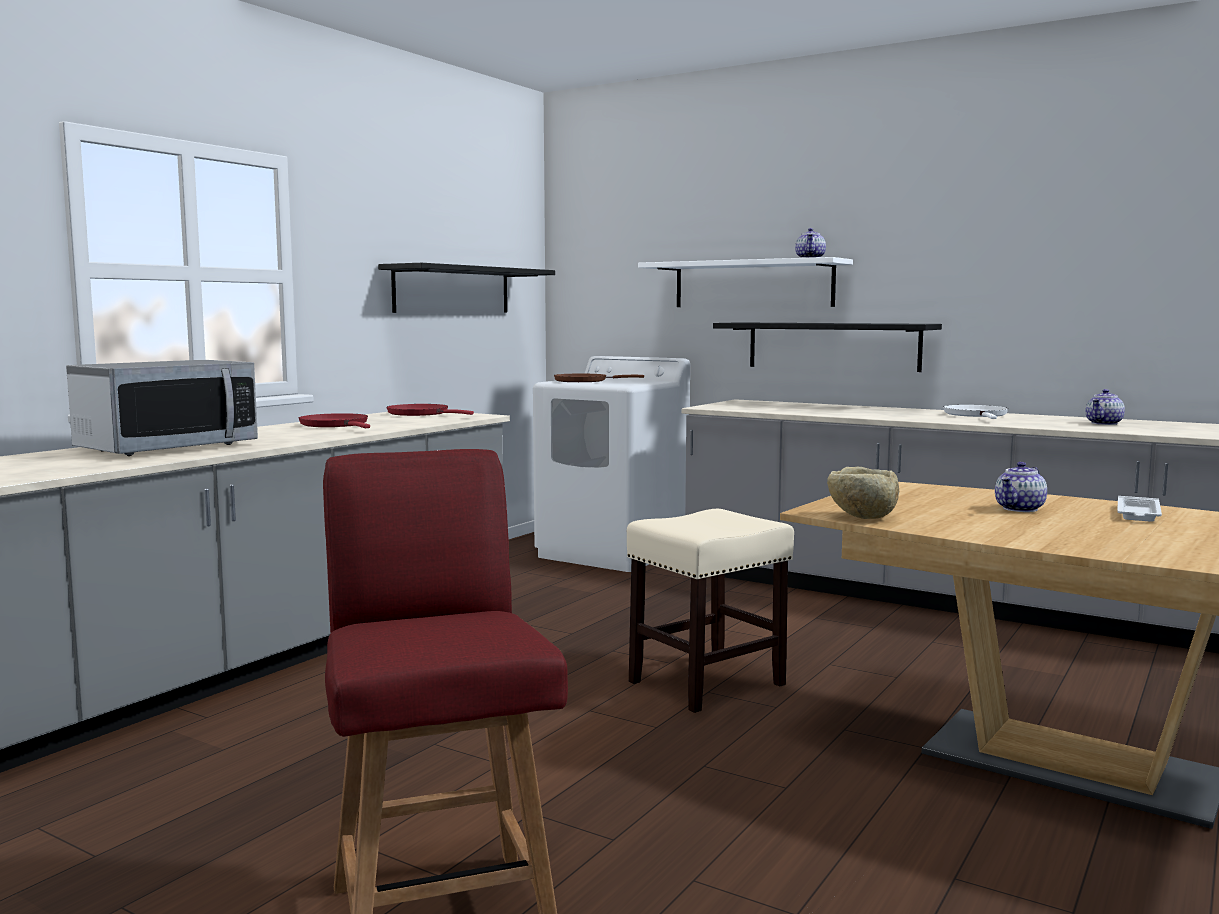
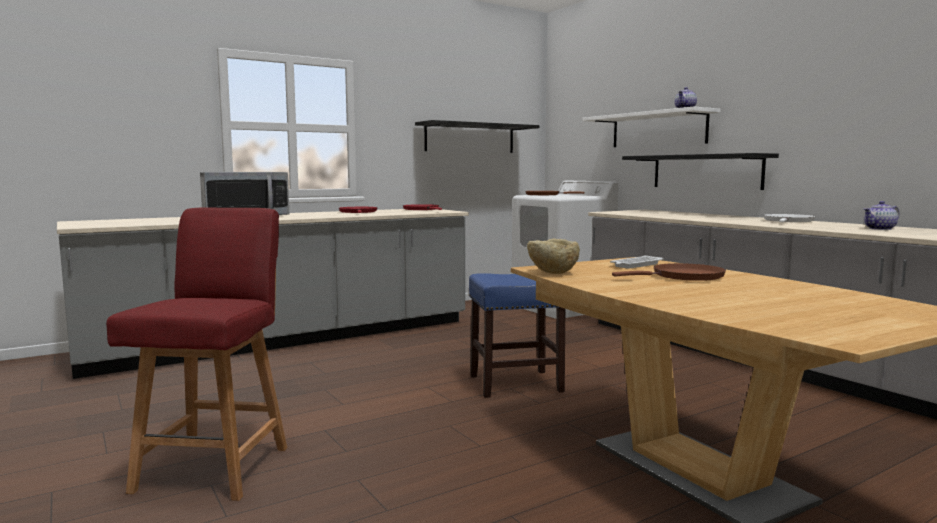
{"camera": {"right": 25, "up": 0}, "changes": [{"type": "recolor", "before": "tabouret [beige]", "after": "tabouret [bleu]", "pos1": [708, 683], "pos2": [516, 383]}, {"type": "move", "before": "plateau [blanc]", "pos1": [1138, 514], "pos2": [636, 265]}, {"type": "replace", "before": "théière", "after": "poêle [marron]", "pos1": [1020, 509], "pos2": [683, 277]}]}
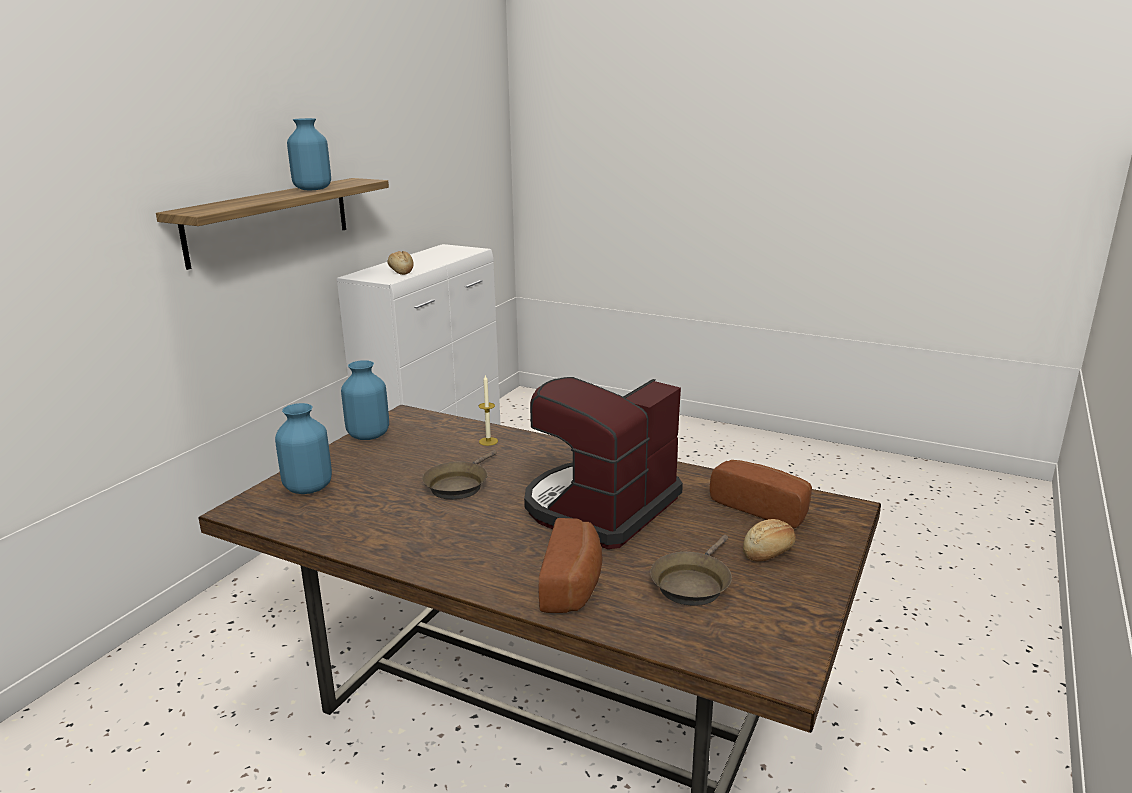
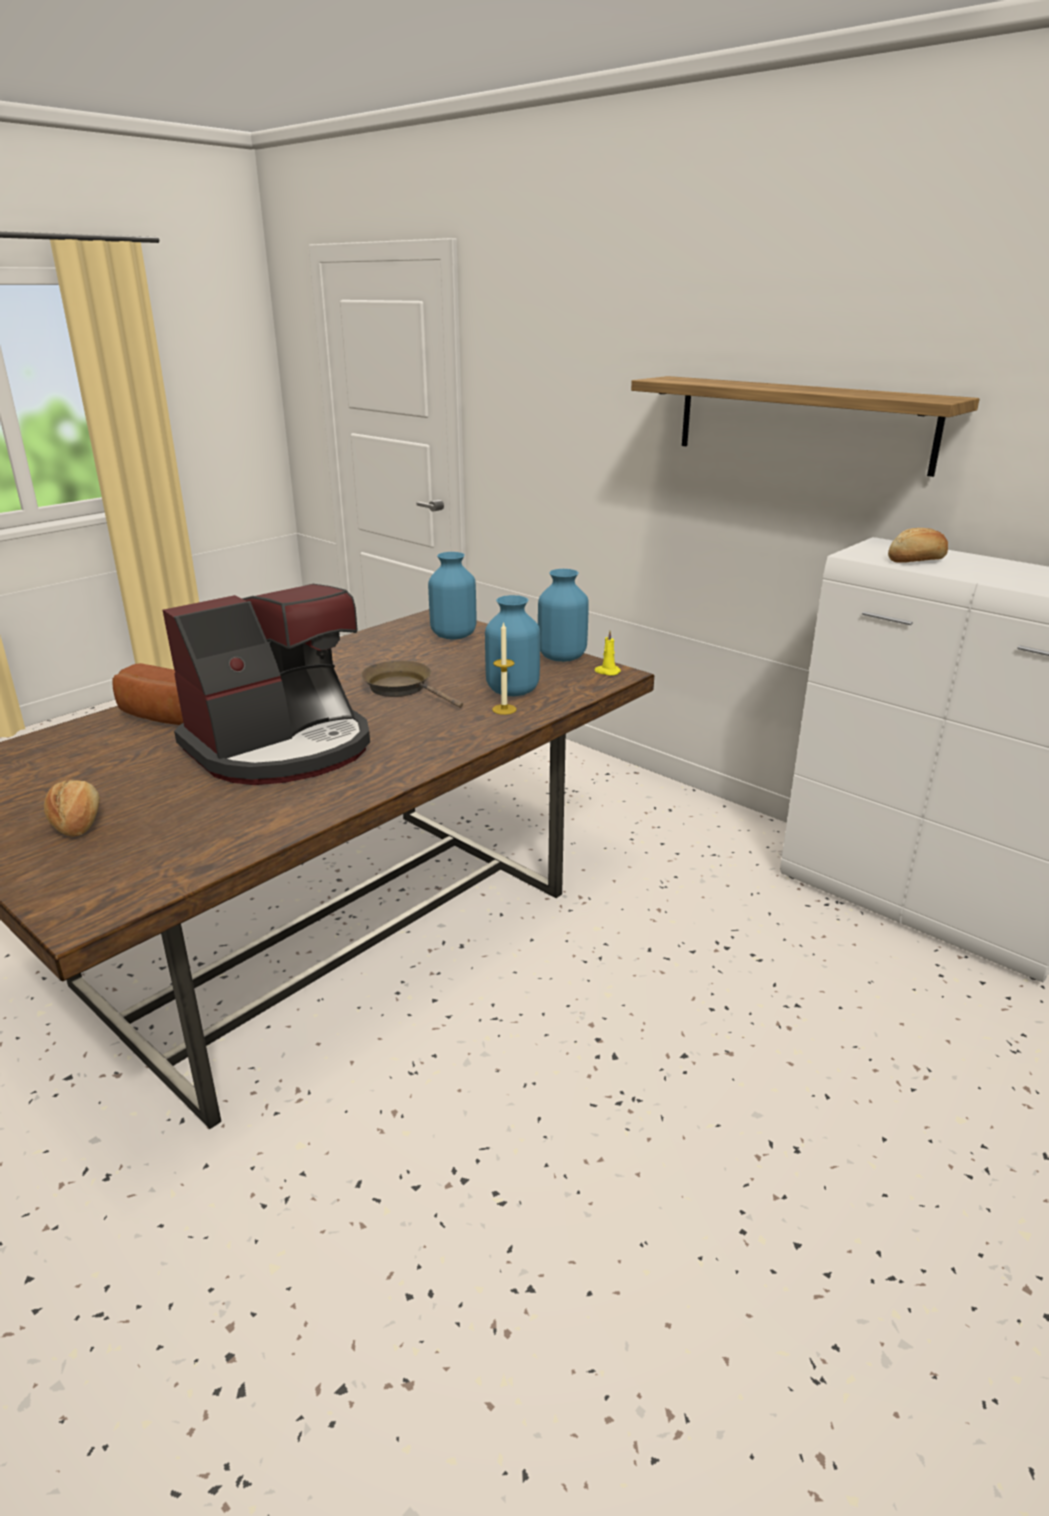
{"camera": {"right": 105, "up": 5}, "changes": [{"type": "rotate", "before": "machine à café", "pos1": [600, 507], "pos2": [282, 747], "turn": 90}, {"type": "move", "before": "vase [bleu]", "pos1": [312, 189], "pos2": [512, 690]}, {"type": "insert", "after": "bougie [jaune]", "pos2": [607, 672]}, {"type": "delete", "before": "poêle [marron]", "pos1": [692, 583]}, {"type": "delete", "before": "pain", "pos1": [762, 507]}]}
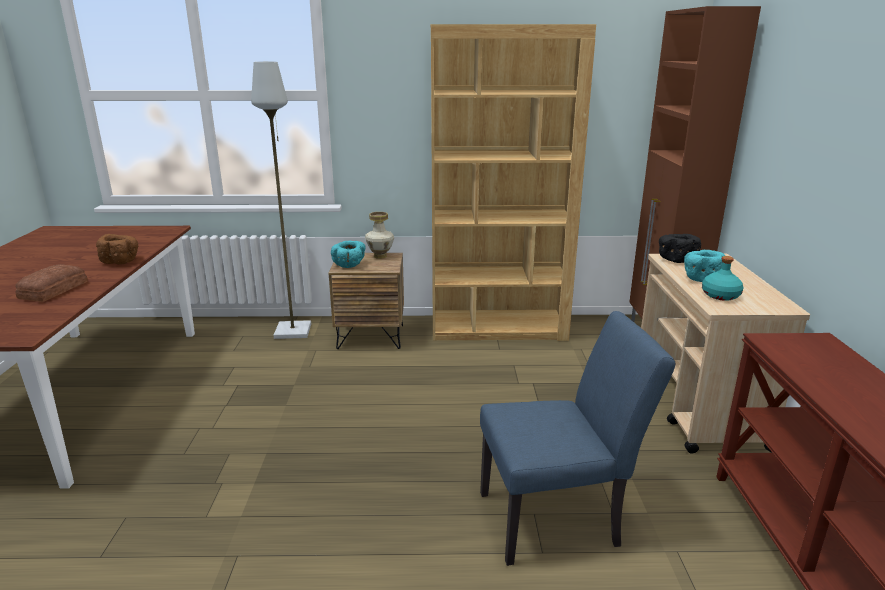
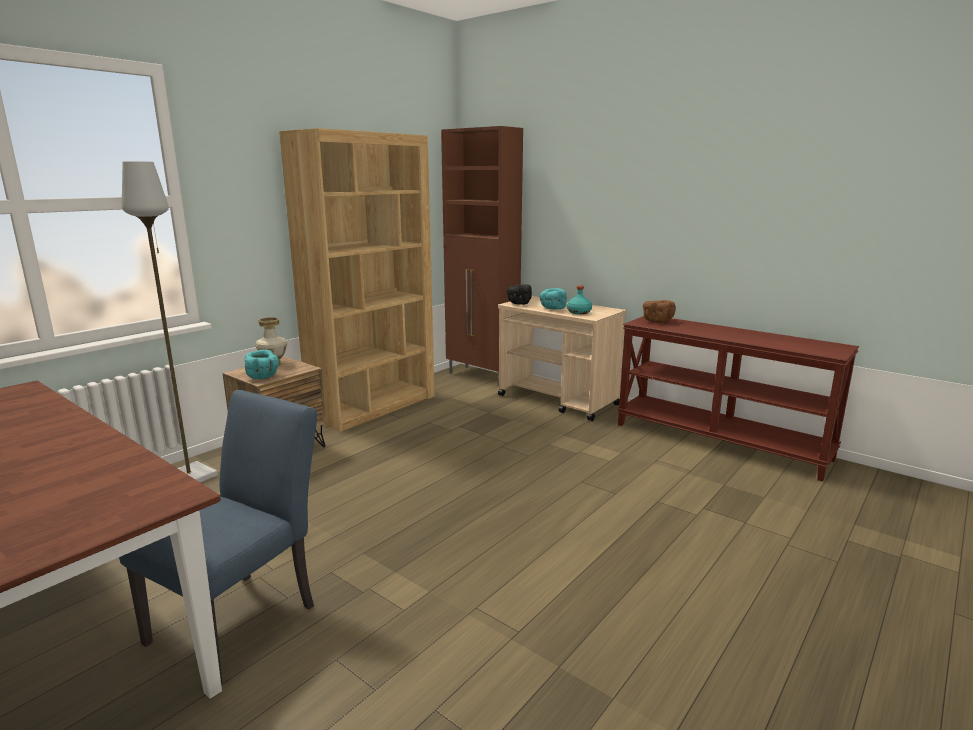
{"camera": {"right": -50, "up": -5}, "changes": [{"type": "move", "before": "chaise [bleu]", "pos1": [559, 518], "pos2": [243, 617]}, {"type": "move", "before": "bol [marron]", "pos1": [121, 261], "pos2": [657, 321]}, {"type": "delete", "before": "pain", "pos1": [52, 290]}]}
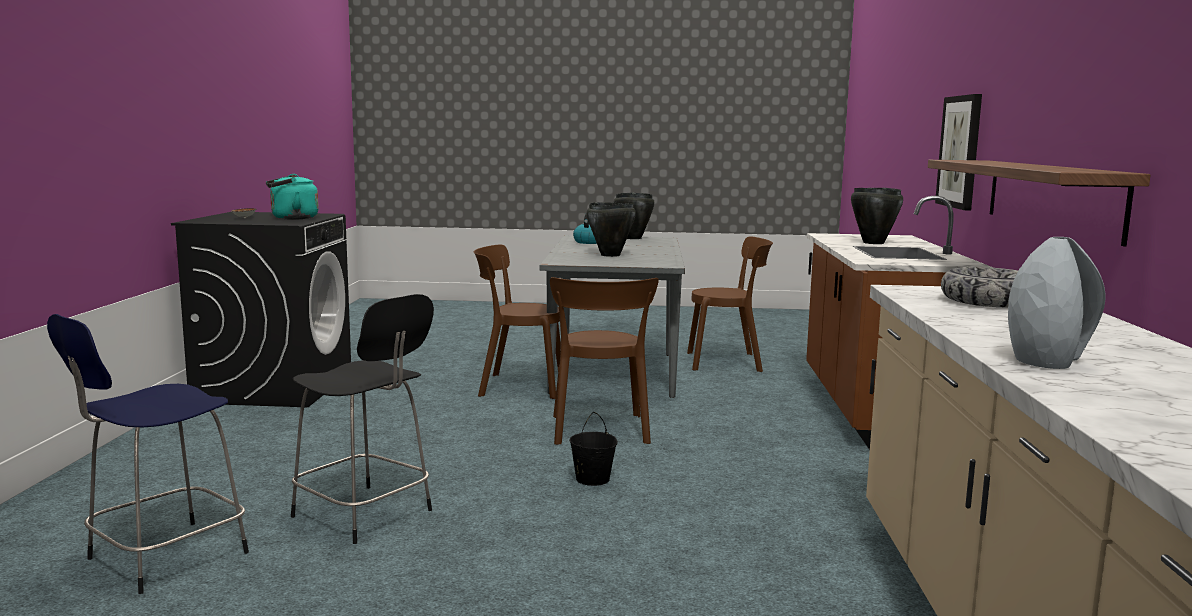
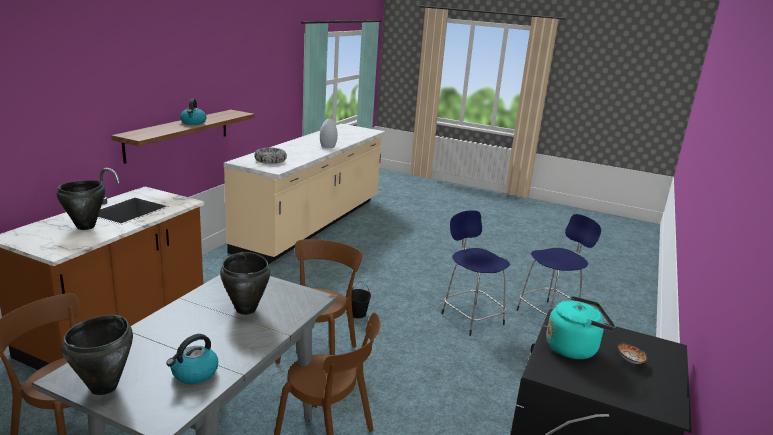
{"camera": {"right": -160, "up": 10}, "changes": [{"type": "insert", "after": "bouilloire", "pos2": [193, 123]}, {"type": "recolor", "before": "tabouret [noir]", "after": "tabouret [bleu]", "pos1": [365, 515], "pos2": [471, 318]}, {"type": "delete", "before": "tableau", "pos1": [960, 151]}]}
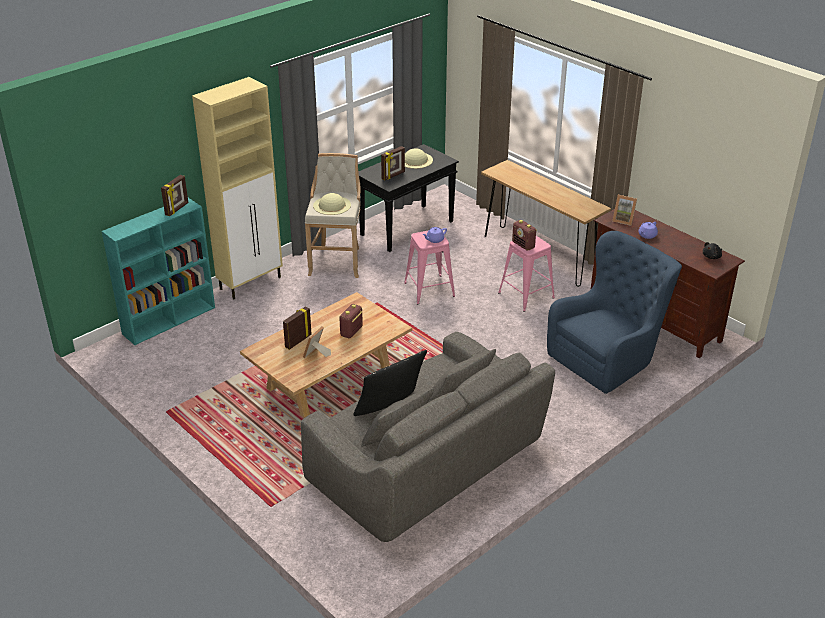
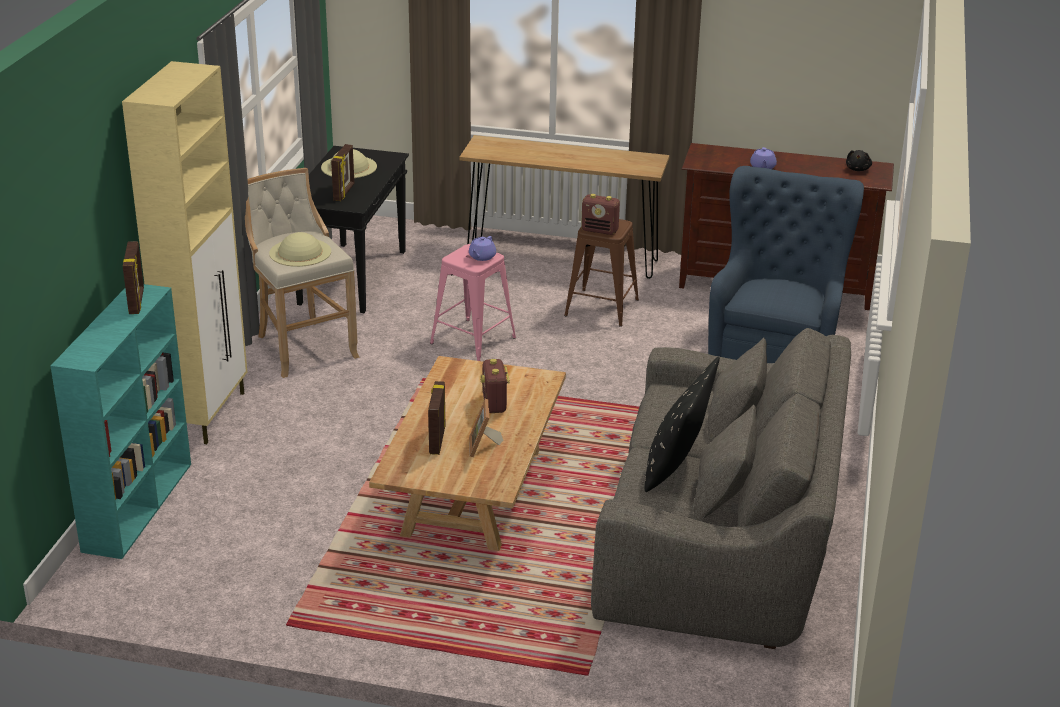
{"camera": {"right": -35, "up": -5}, "changes": [{"type": "recolor", "before": "tabouret [rose]", "after": "tabouret [marron]", "pos1": [526, 295], "pos2": [601, 308]}, {"type": "delete", "before": "cadre photo", "pos1": [623, 220]}]}
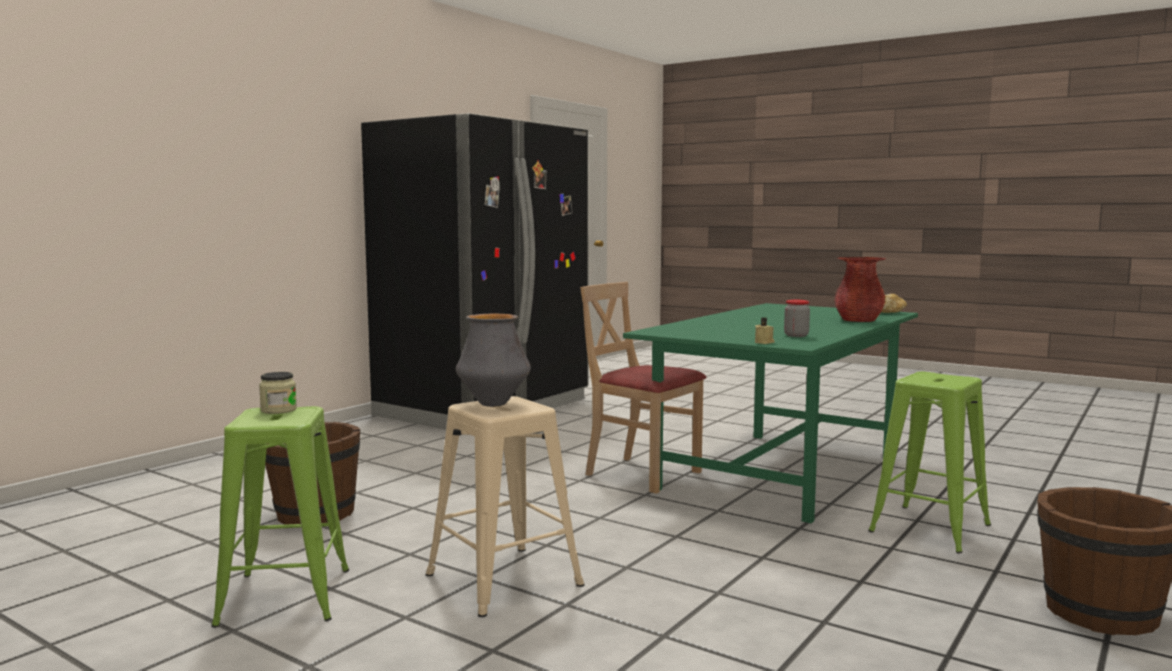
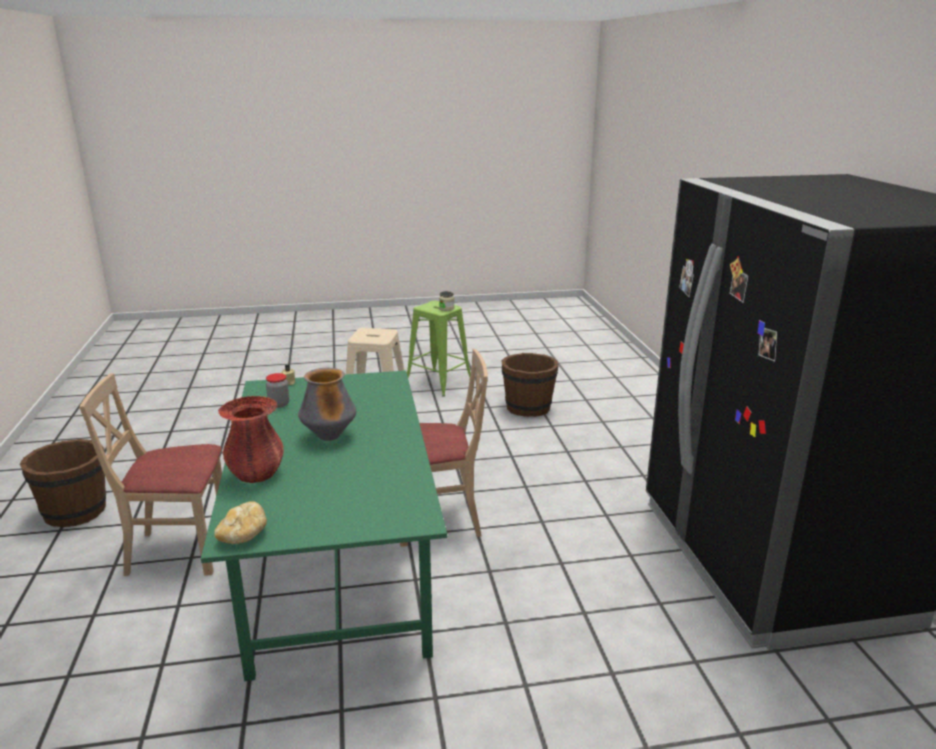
{"camera": {"right": 135, "up": 15}, "changes": [{"type": "replace", "before": "tabouret [vert]", "after": "chaise [beige]", "pos1": [930, 528], "pos2": [179, 551]}, {"type": "move", "before": "vase", "pos1": [493, 404], "pos2": [329, 436]}]}
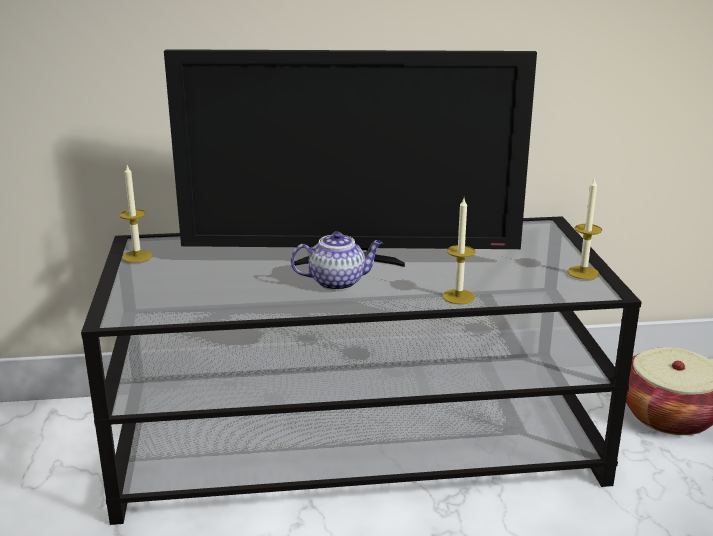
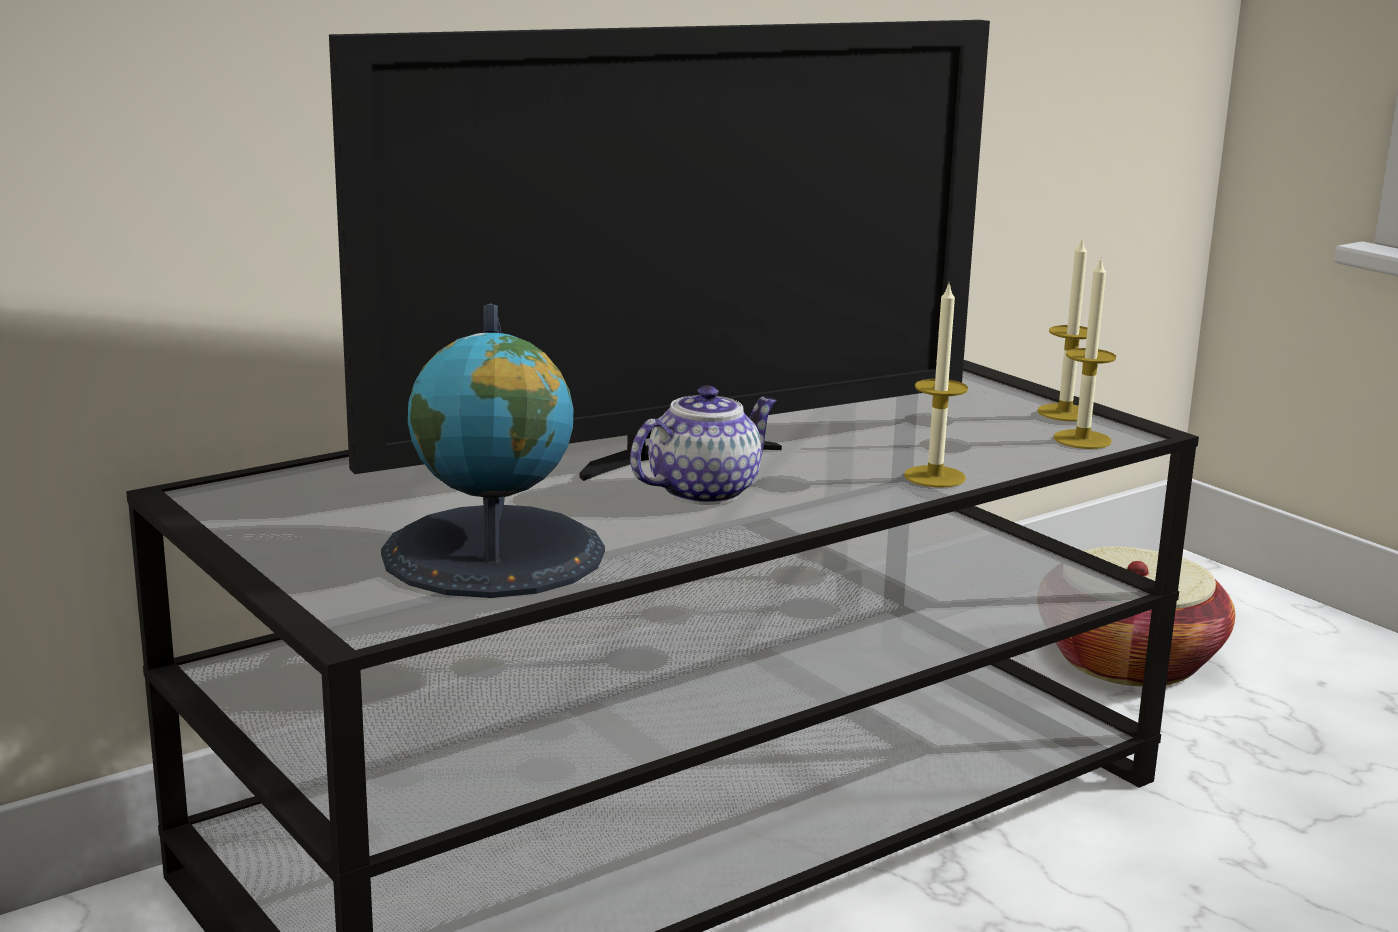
{"camera": {"right": -30, "up": -5}, "changes": [{"type": "insert", "after": "globe", "pos2": [494, 553]}, {"type": "move", "before": "bougie", "pos1": [137, 256], "pos2": [1082, 439]}]}
